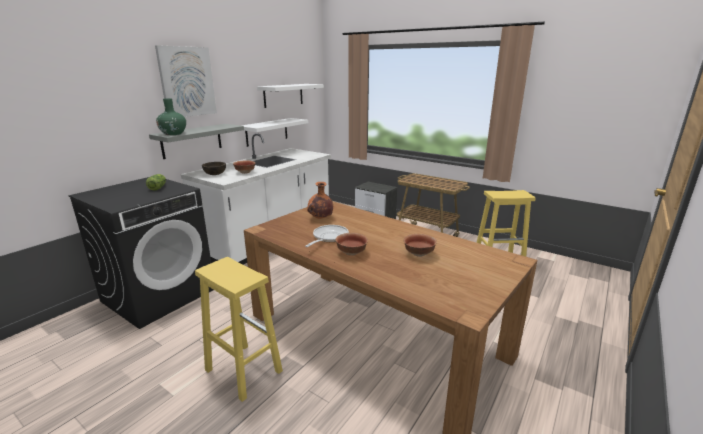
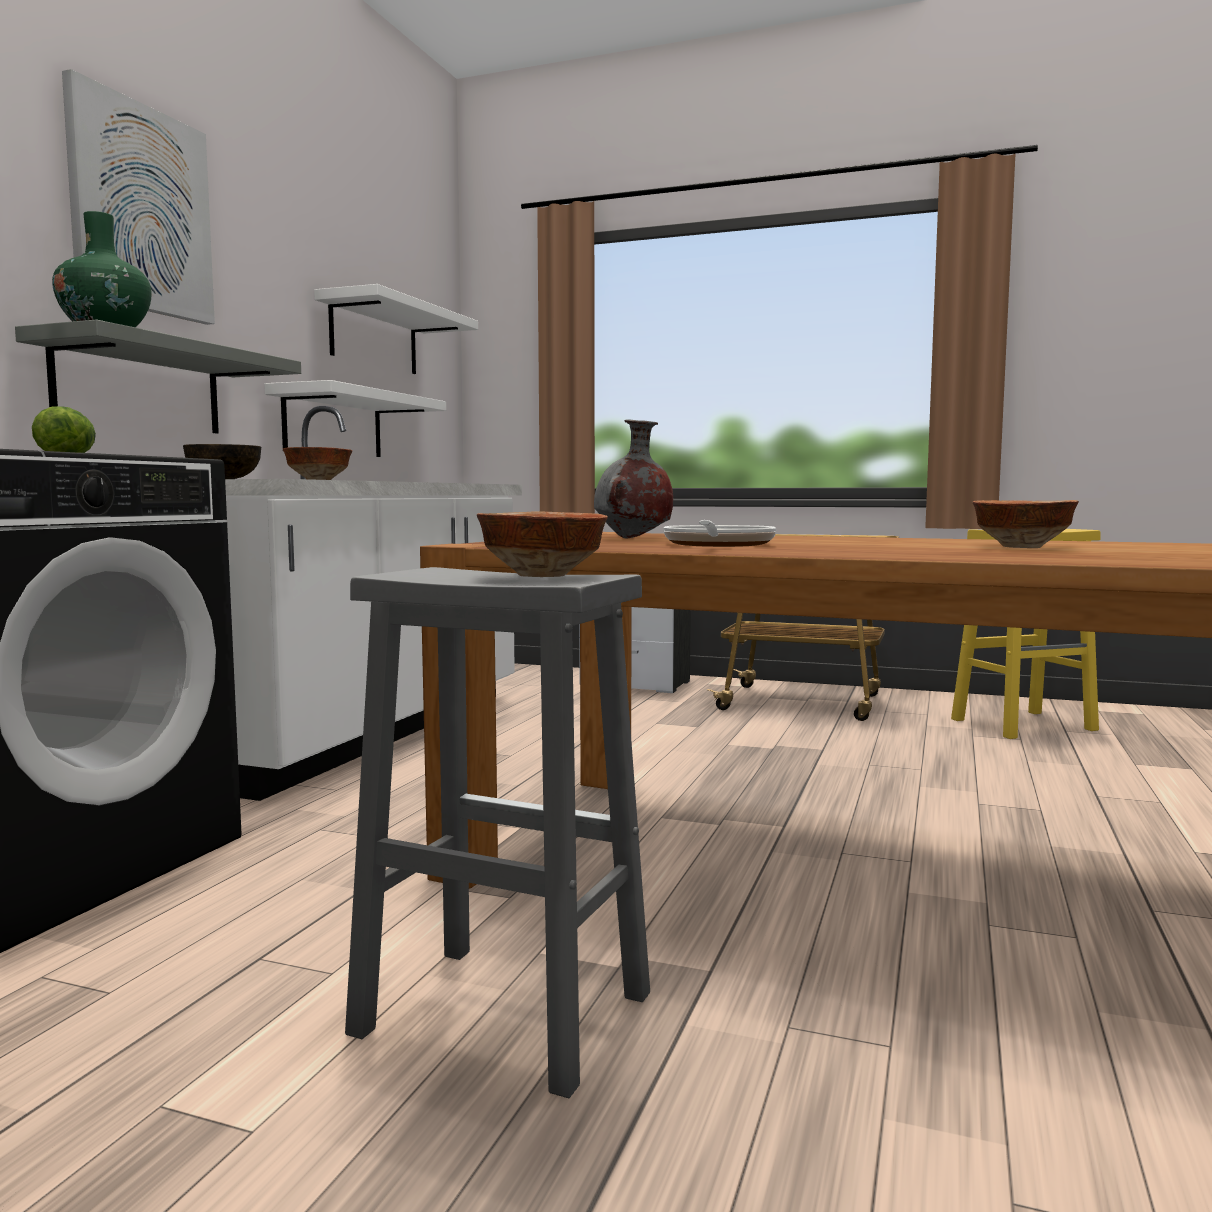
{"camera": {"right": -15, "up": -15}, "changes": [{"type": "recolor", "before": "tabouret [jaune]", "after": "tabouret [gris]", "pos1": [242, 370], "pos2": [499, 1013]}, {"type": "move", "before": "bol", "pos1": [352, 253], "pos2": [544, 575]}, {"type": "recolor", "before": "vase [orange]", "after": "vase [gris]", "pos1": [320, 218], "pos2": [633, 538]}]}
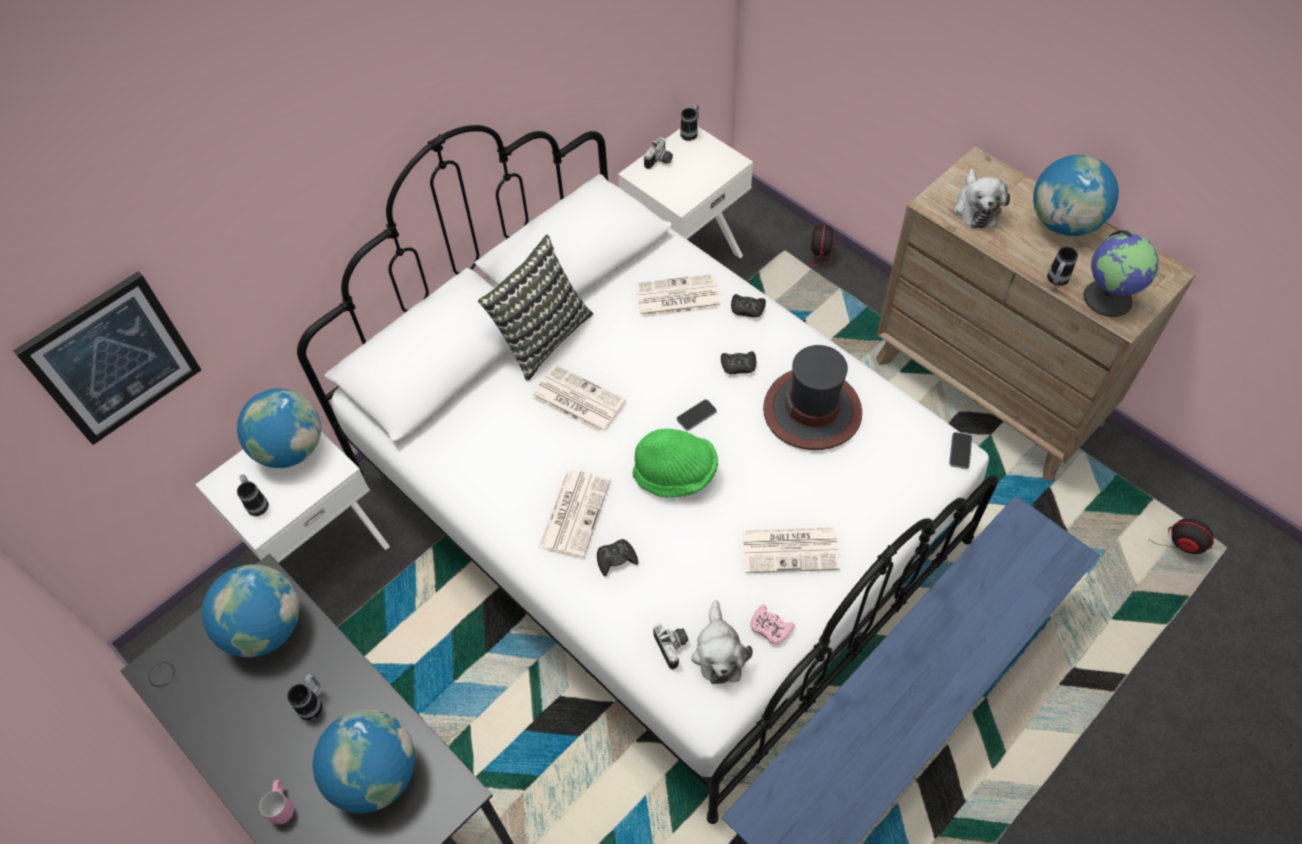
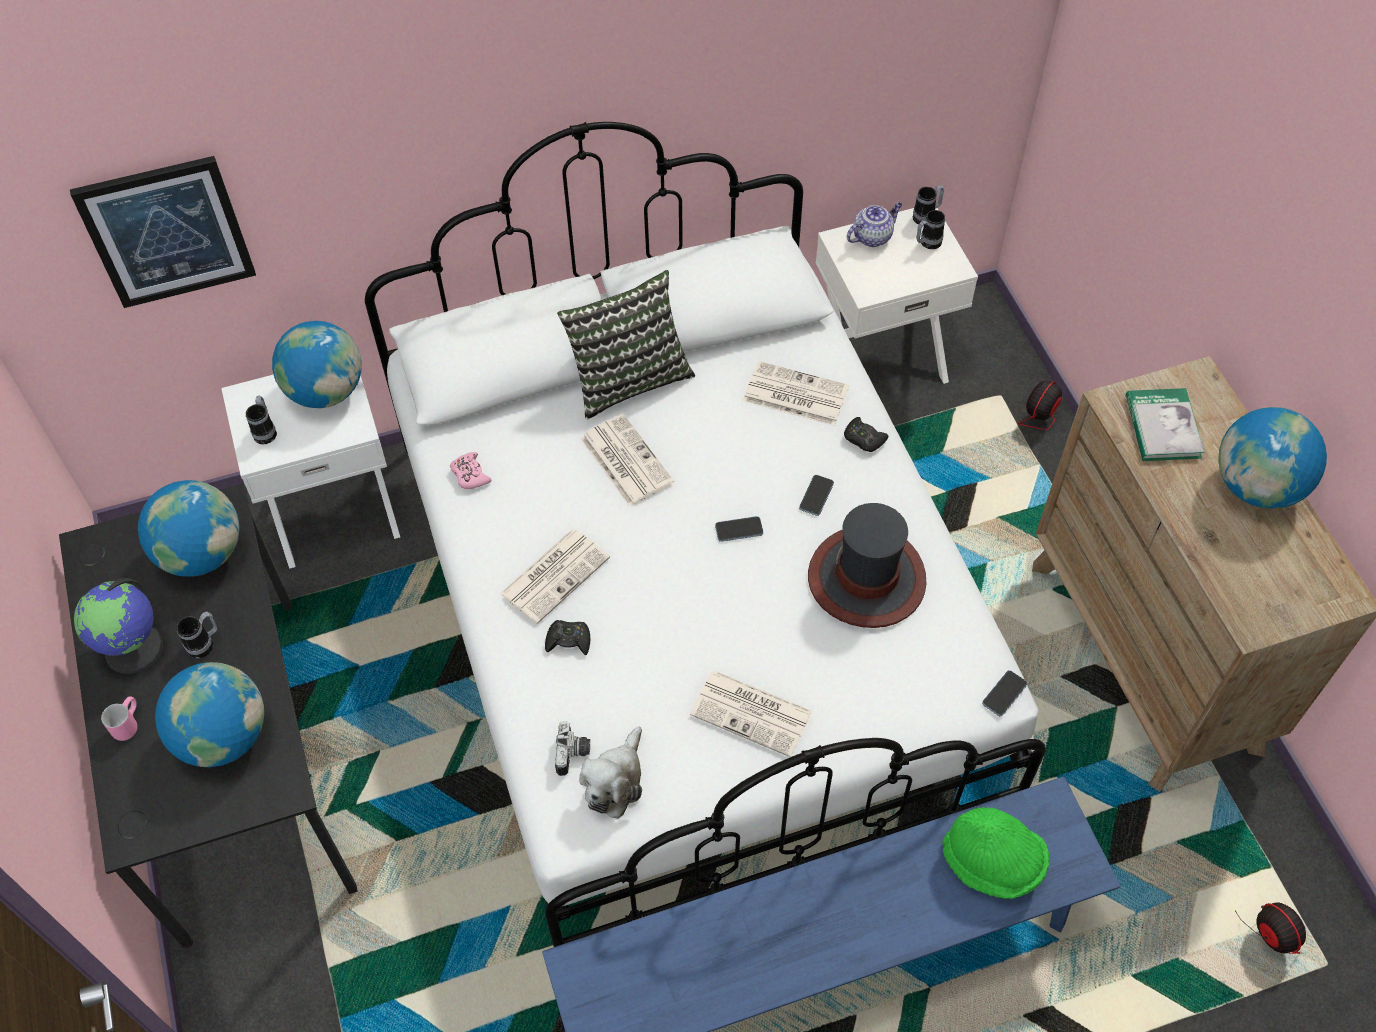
{"camera": {"right": 25, "up": 0}, "changes": [{"type": "move", "before": "globe", "pos1": [1108, 298], "pos2": [135, 648]}, {"type": "move", "before": "manette [rose]", "pos1": [770, 627], "pos2": [470, 475]}, {"type": "replace", "before": "manette [noir]", "after": "téléphone", "pos1": [738, 365], "pos2": [816, 496]}, {"type": "replace", "before": "appareil photo", "after": "théière", "pos1": [660, 161], "pos2": [872, 236]}, {"type": "move", "before": "mug", "pos1": [1056, 281], "pos2": [927, 243]}, {"type": "move", "before": "chapeau [vert]", "pos1": [675, 474], "pos2": [992, 862]}, {"type": "replace", "before": "peluche", "after": "livre", "pos1": [976, 208], "pos2": [1162, 427]}]}
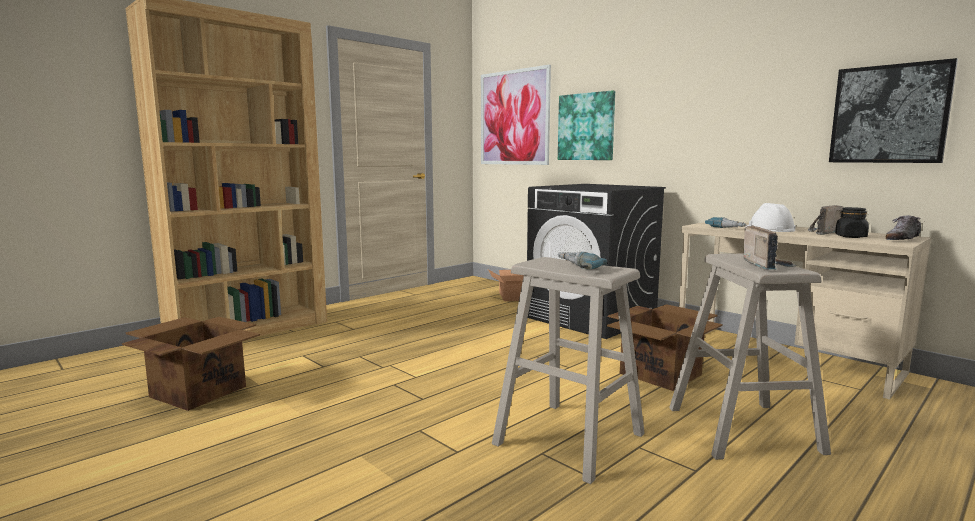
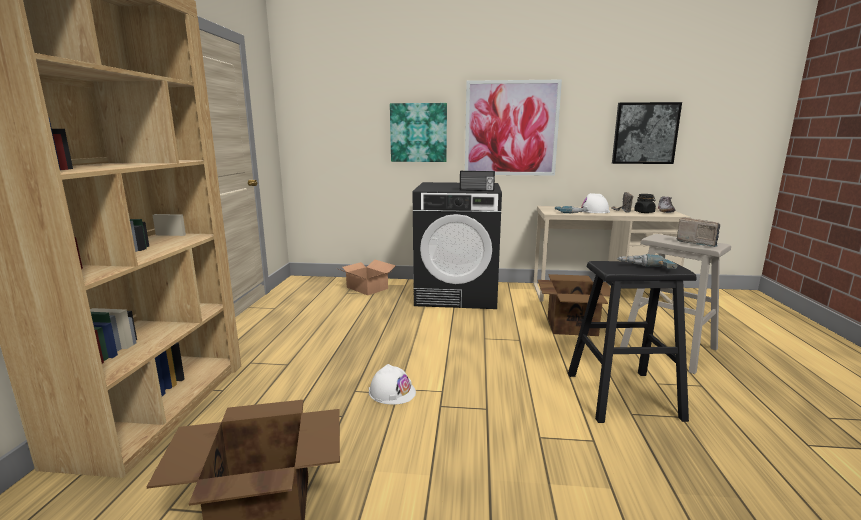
{"camera": {"right": -40, "up": 5}, "changes": [{"type": "insert", "after": "casque de chantier [blanc]", "pos2": [392, 392]}, {"type": "insert", "after": "radio", "pos2": [476, 190]}, {"type": "move", "before": "tableau", "pos1": [514, 118], "pos2": [511, 128]}, {"type": "recolor", "before": "tabouret [beige]", "after": "tabouret [noir]", "pos1": [570, 439], "pos2": [623, 395]}]}
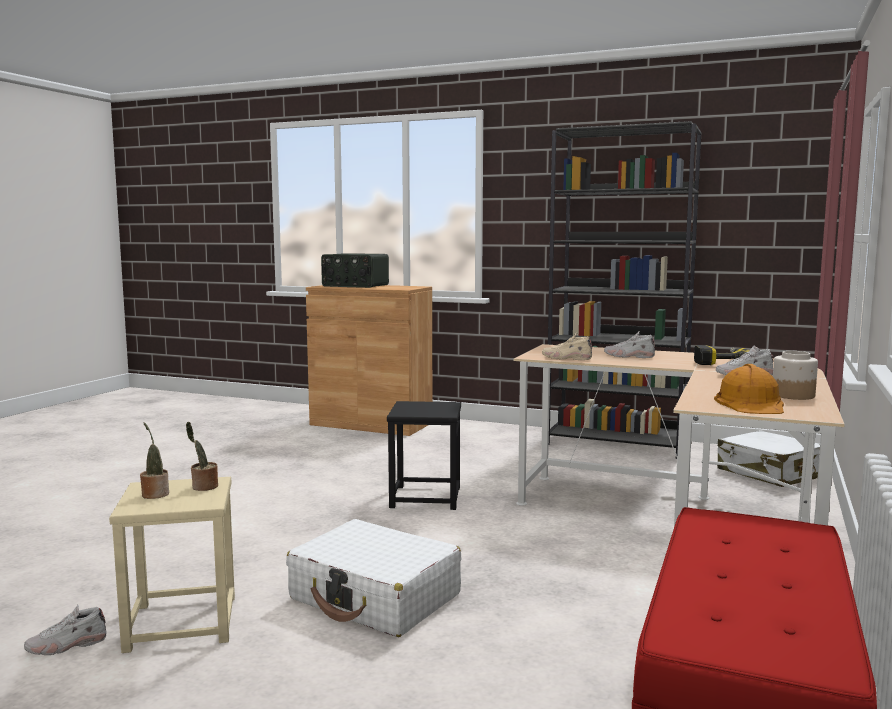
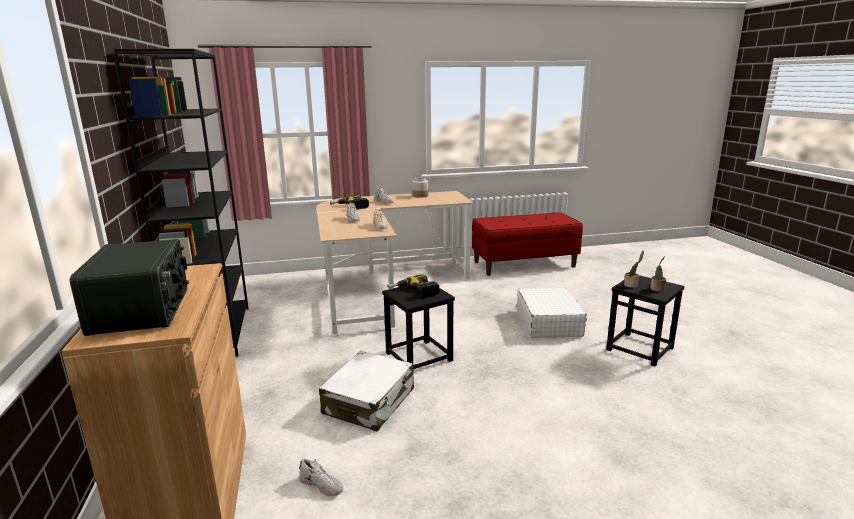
{"camera": {"right": -125, "up": 10}, "changes": [{"type": "move", "before": "chaussure [blanc]", "pos1": [66, 646], "pos2": [322, 485]}, {"type": "move", "before": "valise [blanc]", "pos1": [770, 473], "pos2": [369, 402]}, {"type": "insert", "after": "perceuse", "pos2": [414, 292]}, {"type": "recolor", "before": "tabouret [beige]", "after": "tabouret [noir]", "pos1": [181, 623], "pos2": [640, 349]}, {"type": "delete", "before": "casque de chantier [orange]", "pos1": [751, 403]}]}
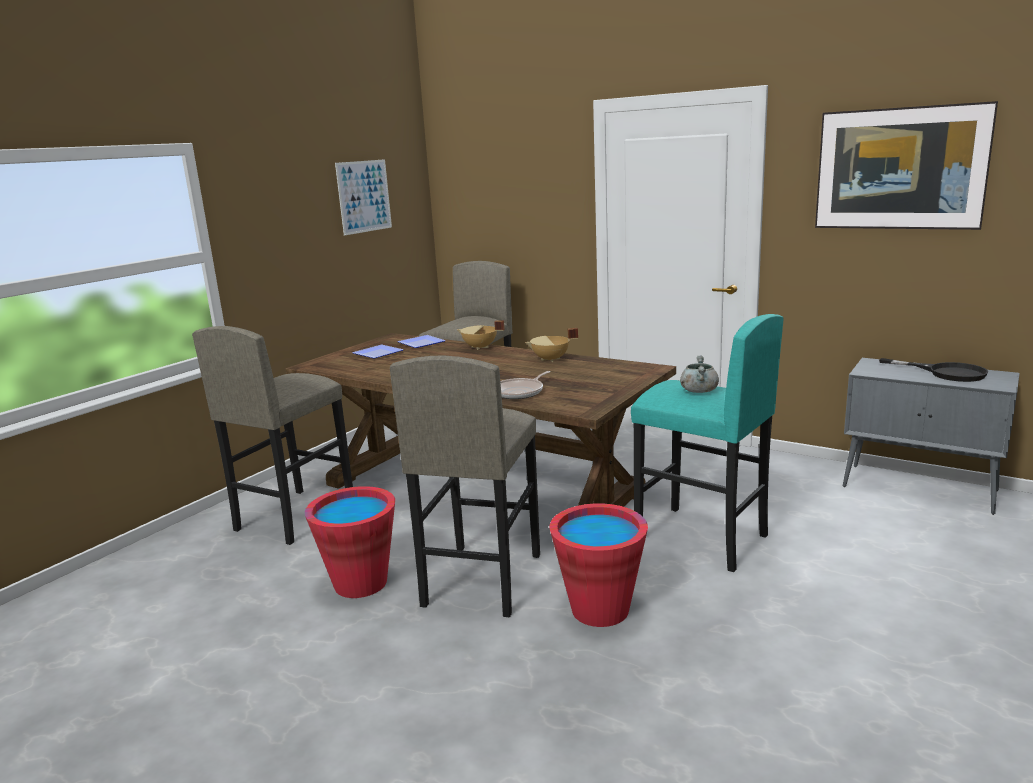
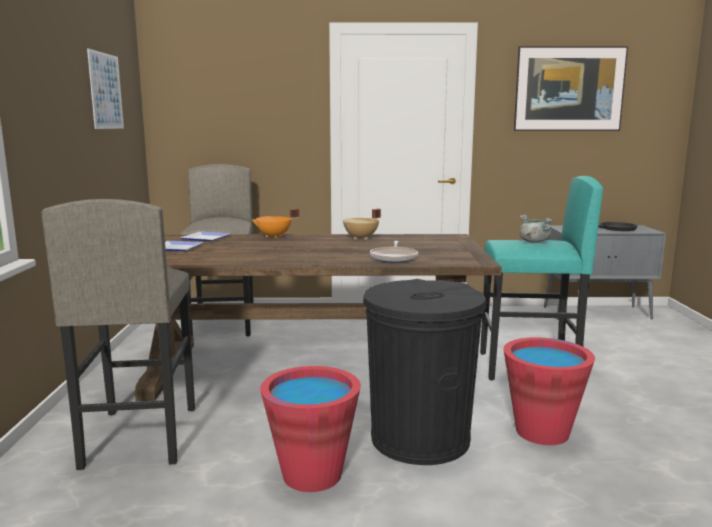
{"camera": {"right": -35, "up": -5}, "changes": [{"type": "recolor", "before": "marmite [beige]", "after": "marmite [orange]", "pos1": [480, 347], "pos2": [274, 236]}, {"type": "replace", "before": "tabouret [gris]", "after": "poubelle [noir]", "pos1": [481, 580], "pos2": [419, 438]}]}
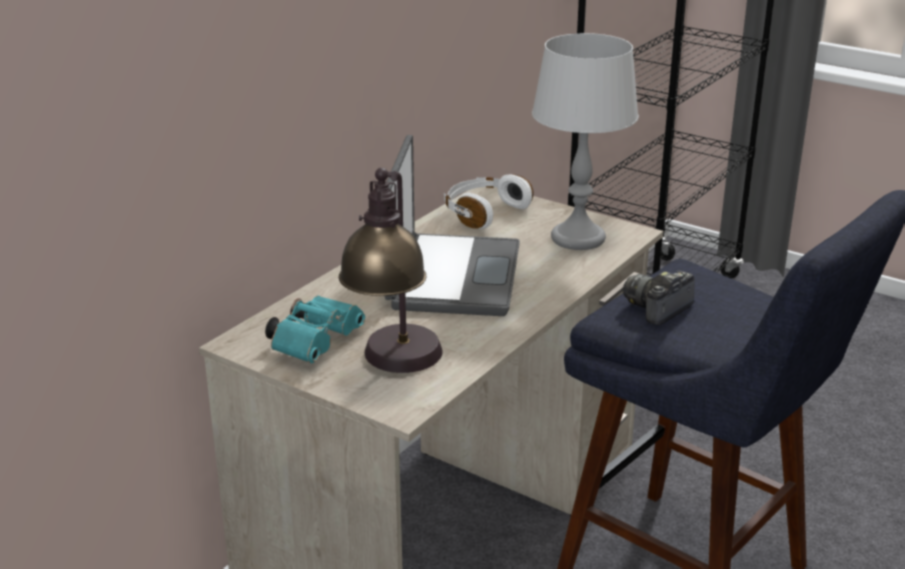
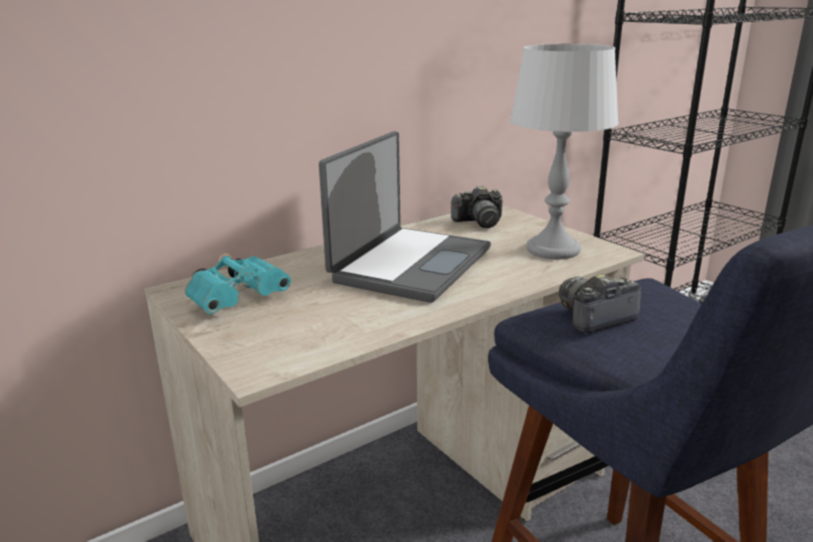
{"camera": {"right": 20, "up": -5}, "changes": [{"type": "replace", "before": "casque audio [blanc]", "after": "appareil photo", "pos1": [483, 212], "pos2": [479, 222]}, {"type": "delete", "before": "lampe de table", "pos1": [395, 368]}]}
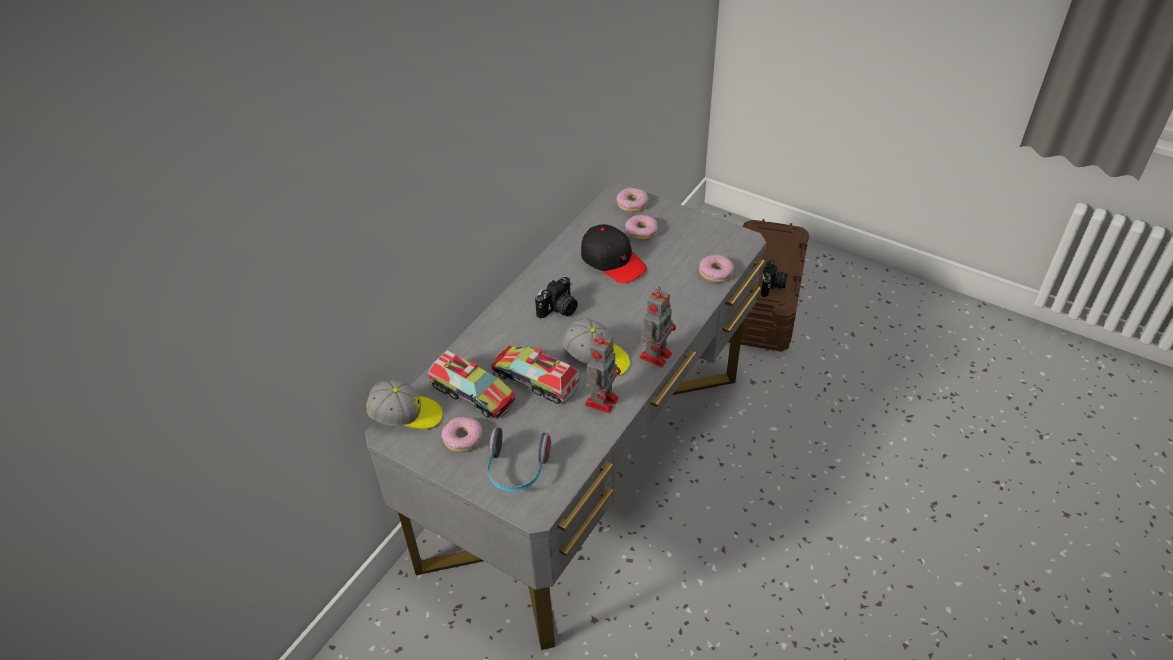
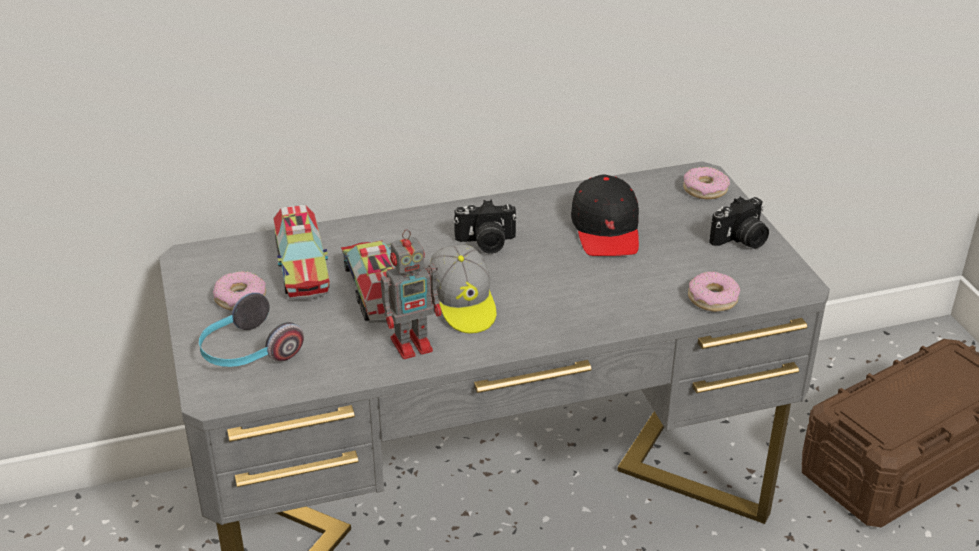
{"camera": {"right": 40, "up": -10}, "changes": [{"type": "move", "before": "appareil photo", "pos1": [772, 286], "pos2": [741, 240]}, {"type": "delete", "before": "casquette", "pos1": [406, 416]}, {"type": "delete", "before": "beignet", "pos1": [641, 232]}, {"type": "delete", "before": "robot jouet", "pos1": [656, 354]}]}
